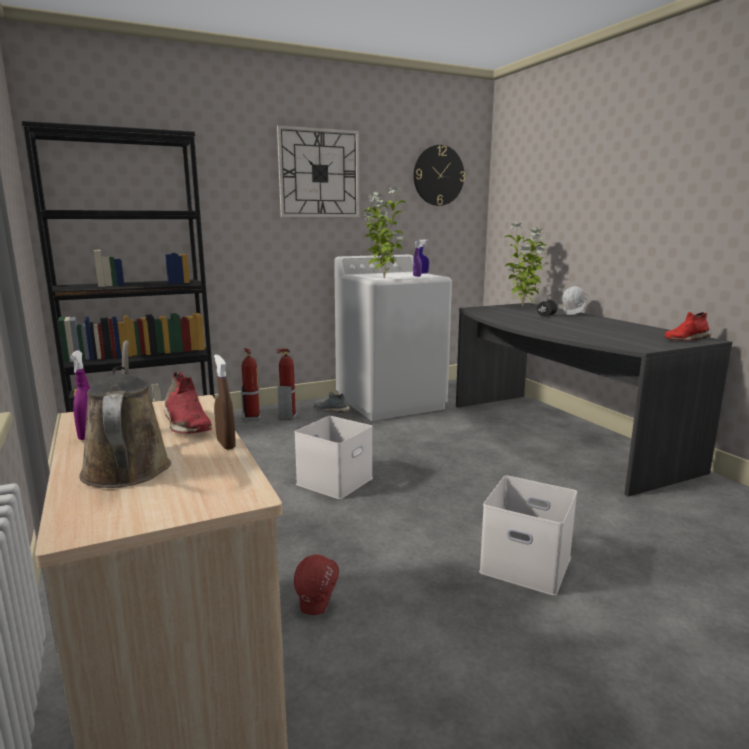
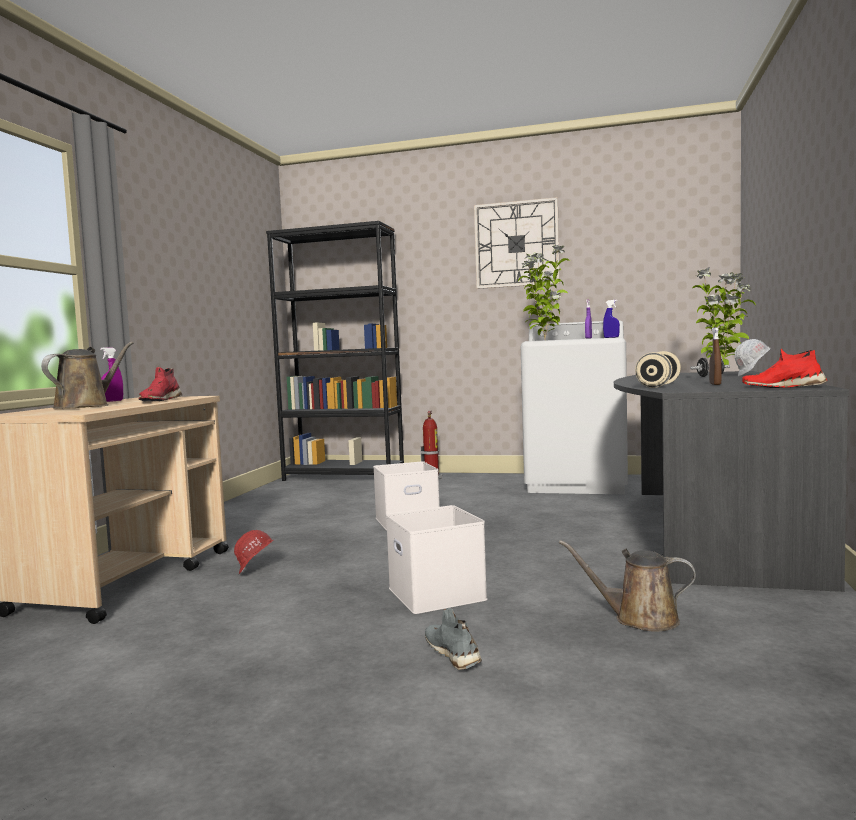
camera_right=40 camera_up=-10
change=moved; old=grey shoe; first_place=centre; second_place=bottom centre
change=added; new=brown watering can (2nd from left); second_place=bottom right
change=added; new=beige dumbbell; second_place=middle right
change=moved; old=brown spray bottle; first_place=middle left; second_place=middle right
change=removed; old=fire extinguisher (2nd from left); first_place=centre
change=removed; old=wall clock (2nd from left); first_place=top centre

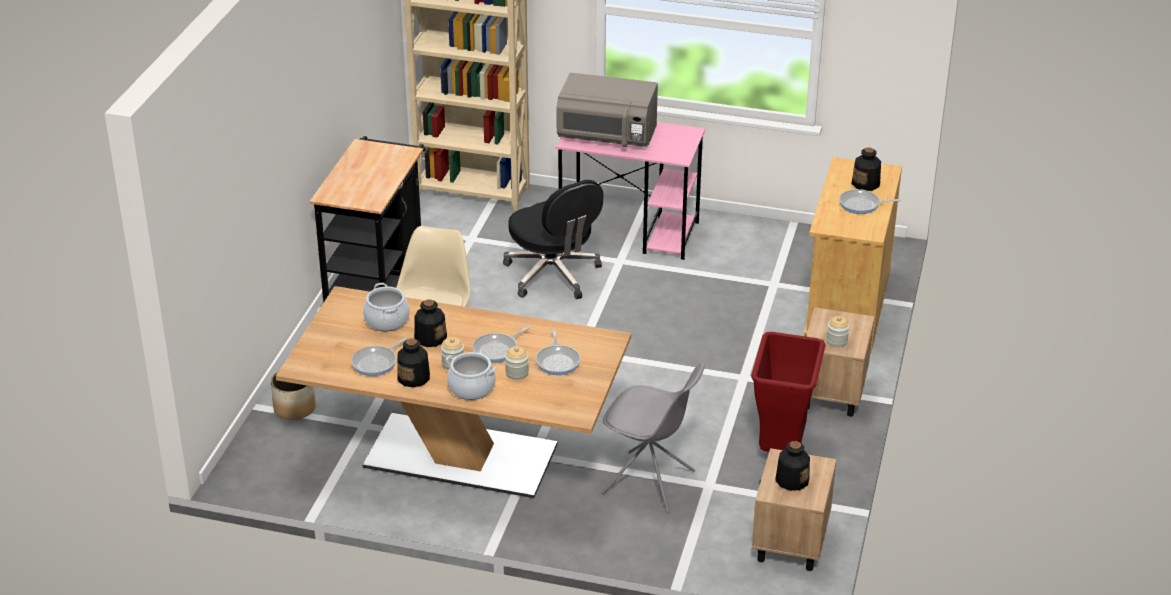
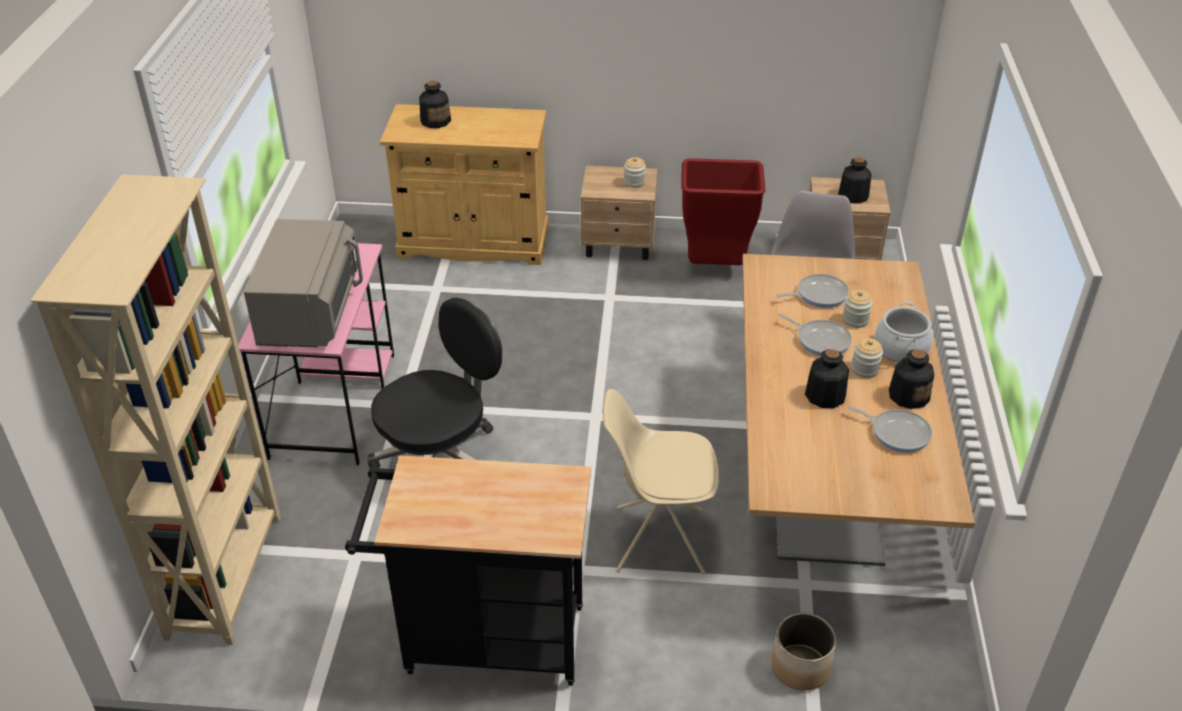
camera_right=-100 camera_up=5
change=removed; old=cooking pot (1st from left); first_place=middle left
change=removed; old=frying pan (4th from left); first_place=middle right

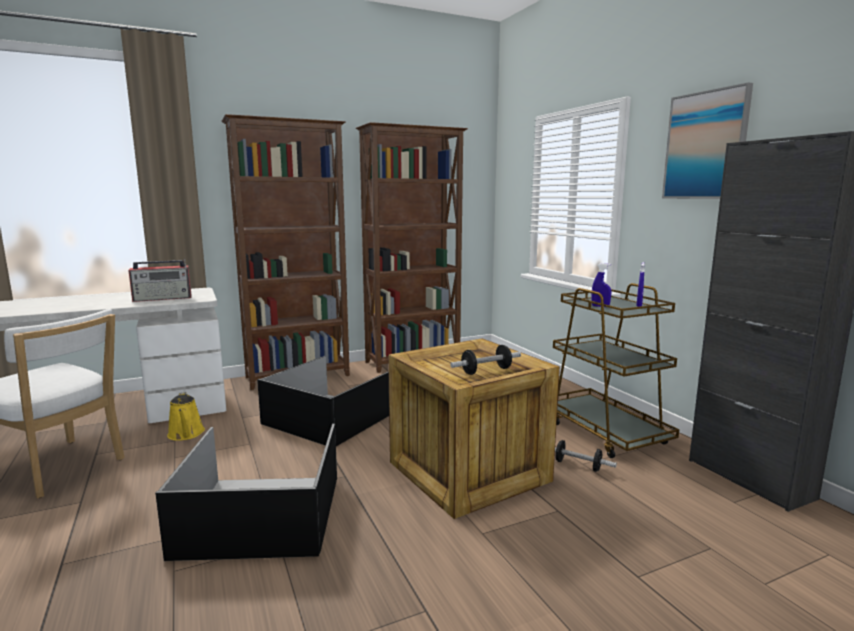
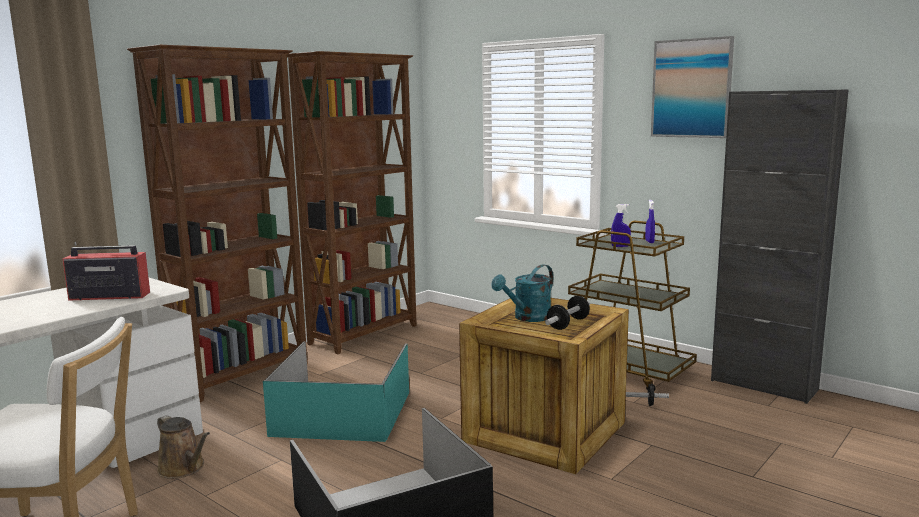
camera_right=-25 camera_up=0
change=turned; old=radio; first_place=middle left; second_place=middle left; degrees=-135
change=recoloured; old=yellow watering can; new=brown watering can; first_place=middle left; second_place=bottom left
change=recoloured; old=black storage box (2nd from left); new=turquoise storage box; first_place=centre; second_place=bottom centre
change=added; new=turquoise watering can; second_place=centre

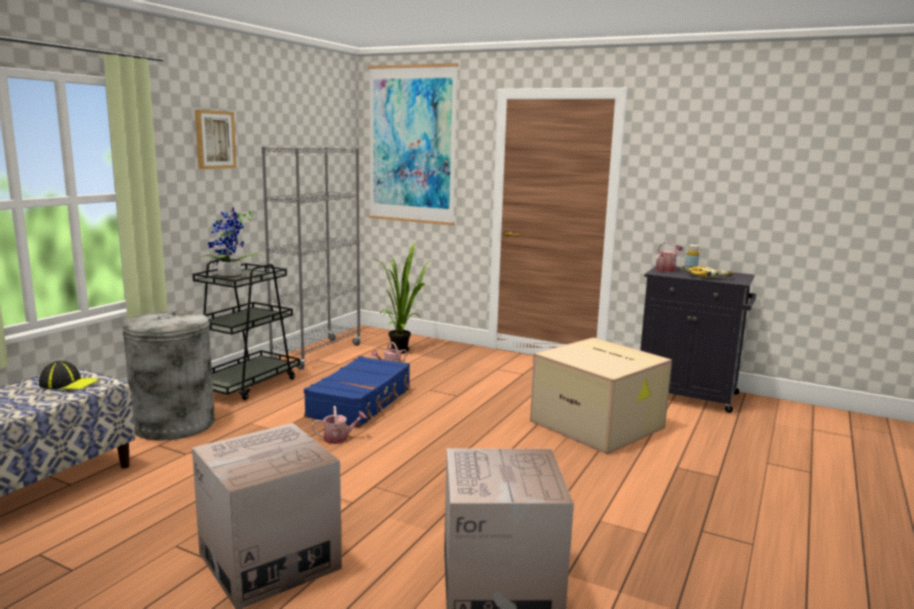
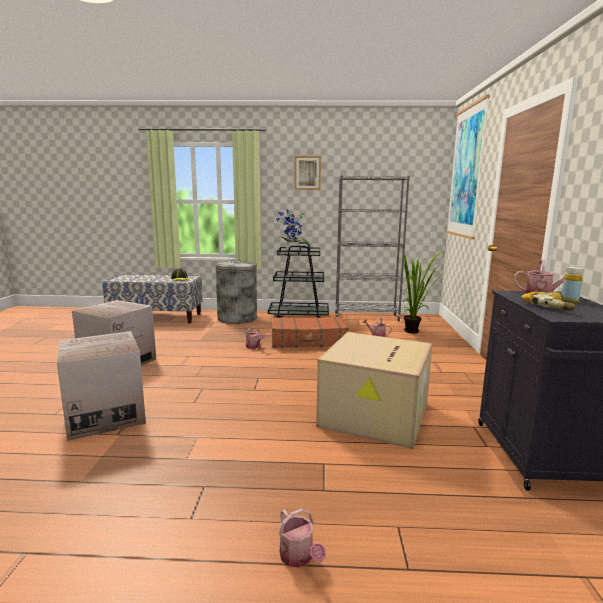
camera_right=65 camera_up=0
change=recoloured; old=blue suitcase; new=brown suitcase; first_place=centre; second_place=centre
change=added; new=watering can (2nd from left); second_place=bottom centre

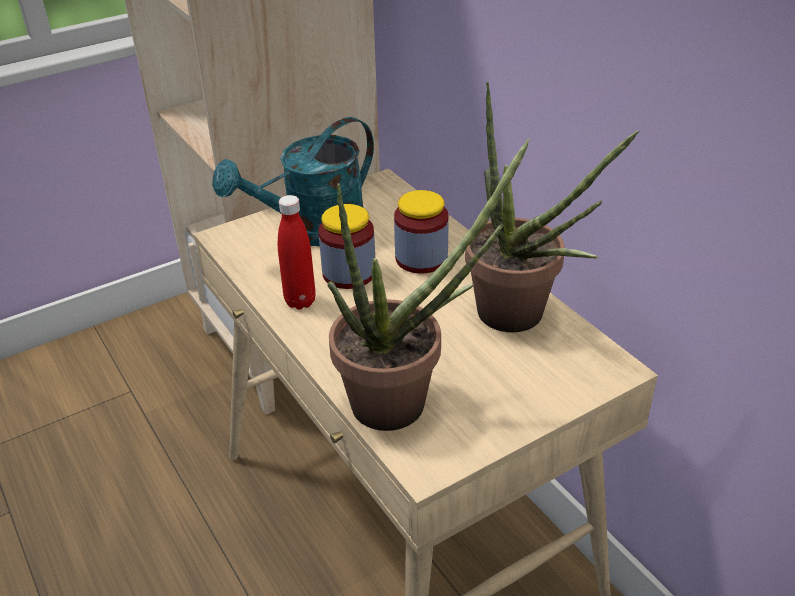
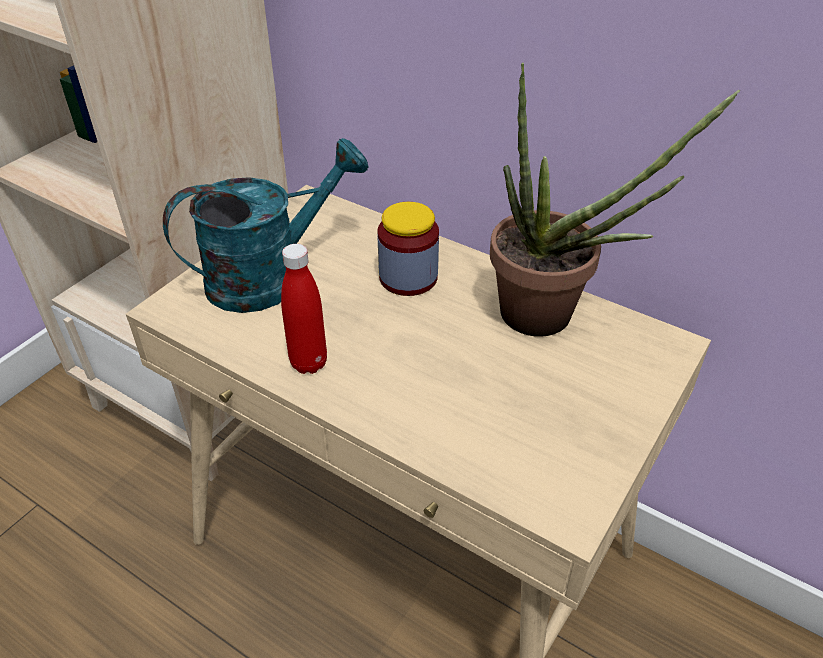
camera_right=-25 camera_up=5
change=turned; old=turquoise watering can; first_place=top centre; second_place=middle left; degrees=-150
change=removed; old=jar (1st from left); first_place=centre
change=removed; old=potted plant (1st from left); first_place=centre

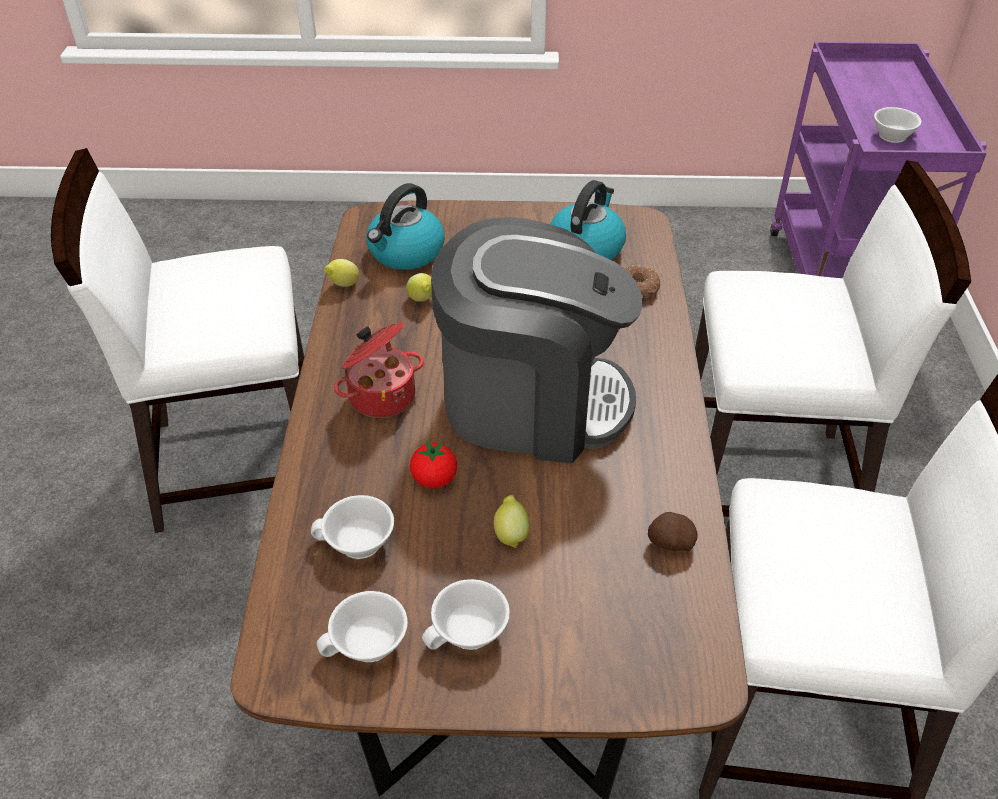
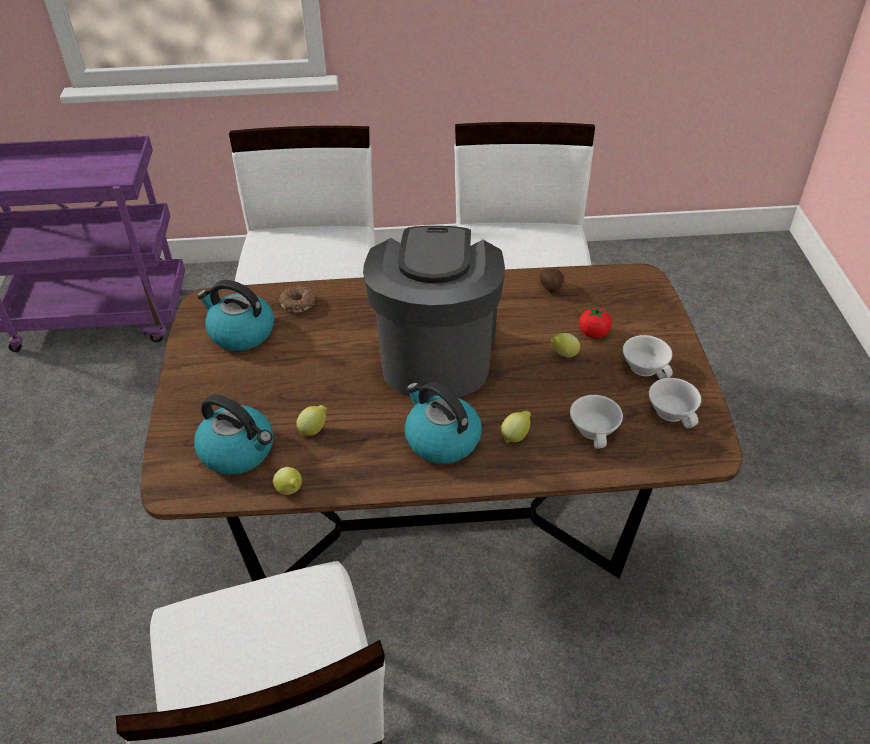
camera_right=-95 camera_up=0
change=replaced; old=cooking pot; new=kettle (3rd from left); first_place=centre; second_place=centre
change=added; new=lemon (3rd from left); second_place=centre
change=moved; old=tomato; first_place=centre; second_place=middle right
change=removed; old=white cup (4th from left); first_place=top right

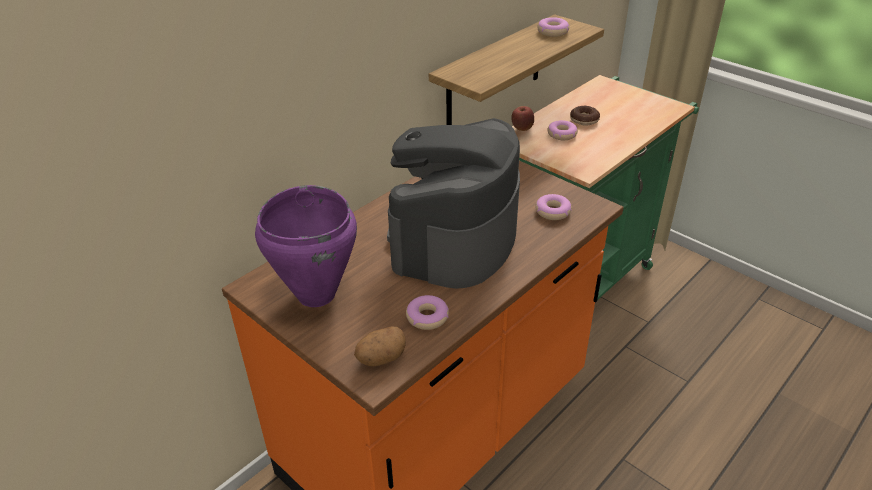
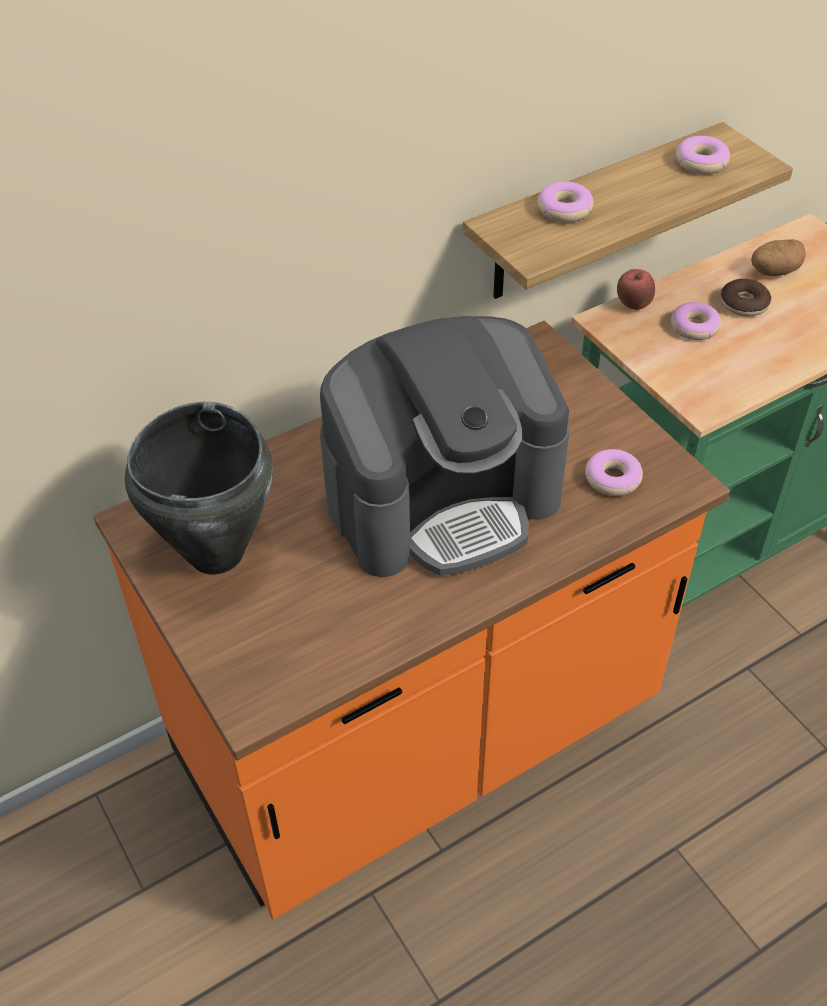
camera_right=15 camera_up=10
change=recoloured; old=purple cooking pot; new=black cooking pot; first_place=centre; second_place=middle left
change=turned; old=coffee machine; first_place=centre; second_place=centre; degrees=-150
change=moved; old=donut (1st from left); first_place=centre; second_place=top right
change=moved; old=potato; first_place=bottom centre; second_place=top right

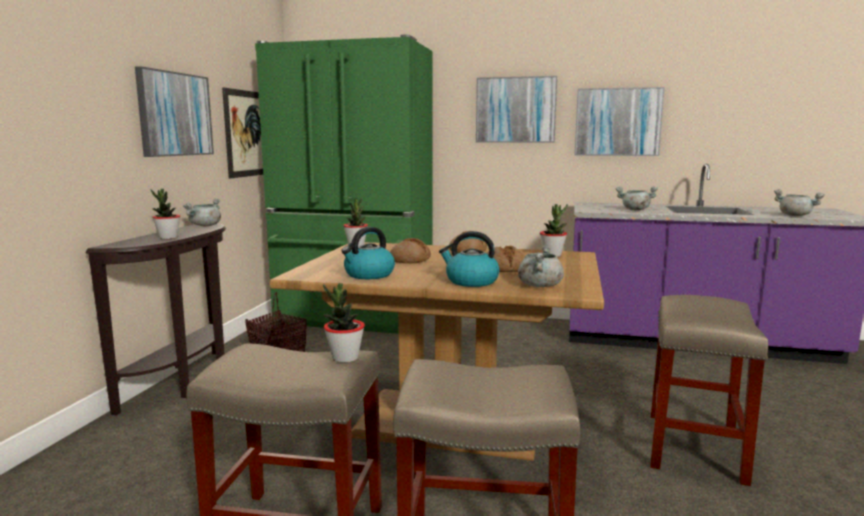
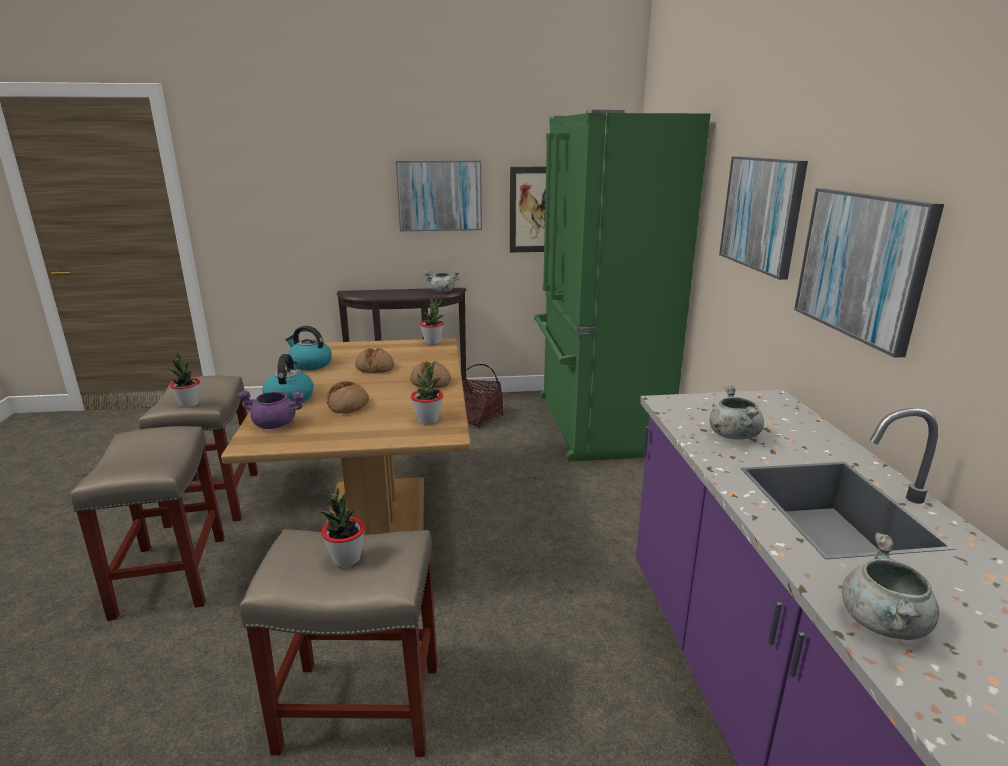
camera_right=70 camera_up=10
change=recoloured; old=grey cooking pot (2nd from left); new=purple cooking pot; first_place=centre; second_place=middle left
change=moved; old=potted plant (1st from left in the first image); new=potted plant (2nd from left); first_place=middle left; second_place=bottom centre

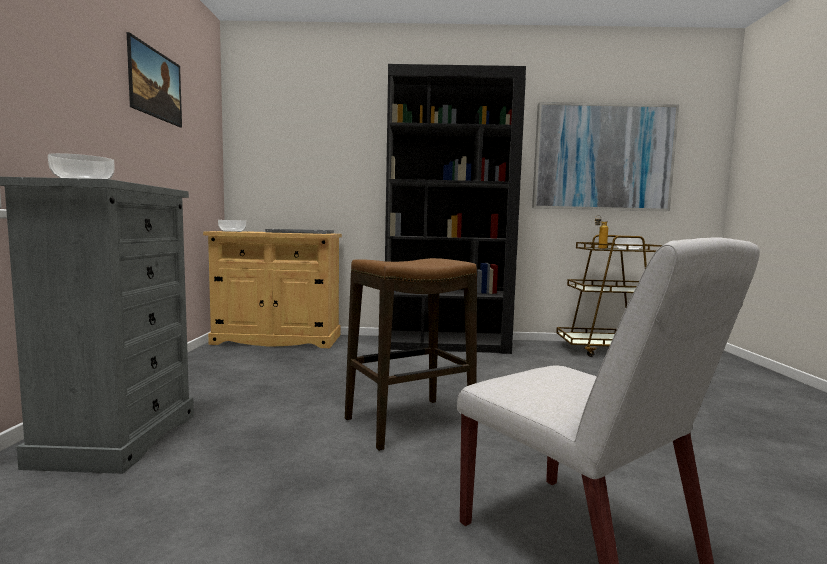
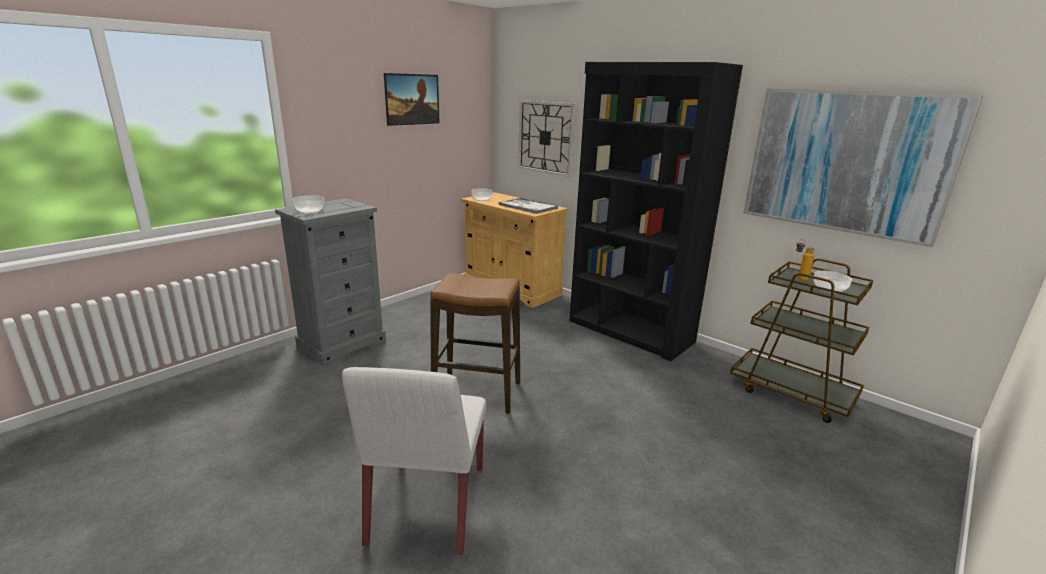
camera_right=40 camera_up=15
change=added; new=wall clock; second_place=top centre

